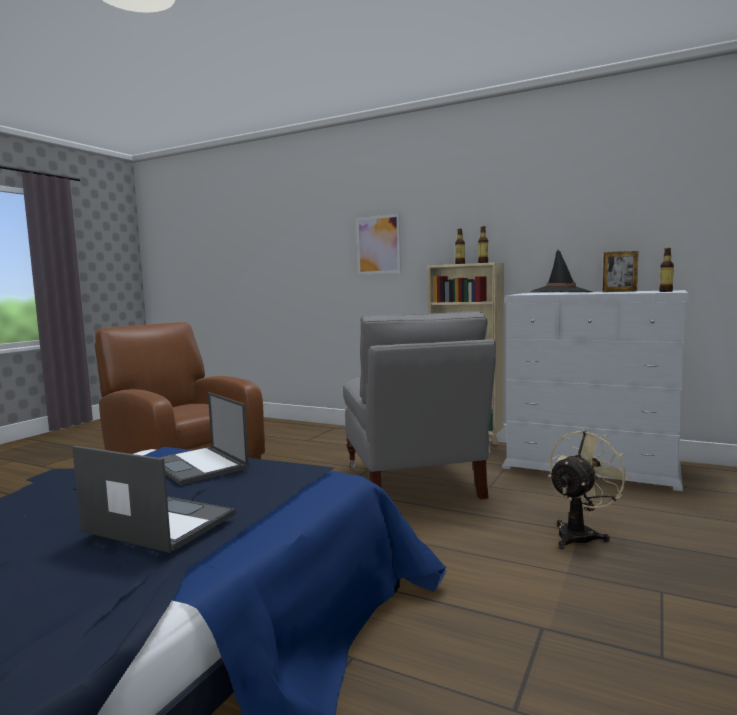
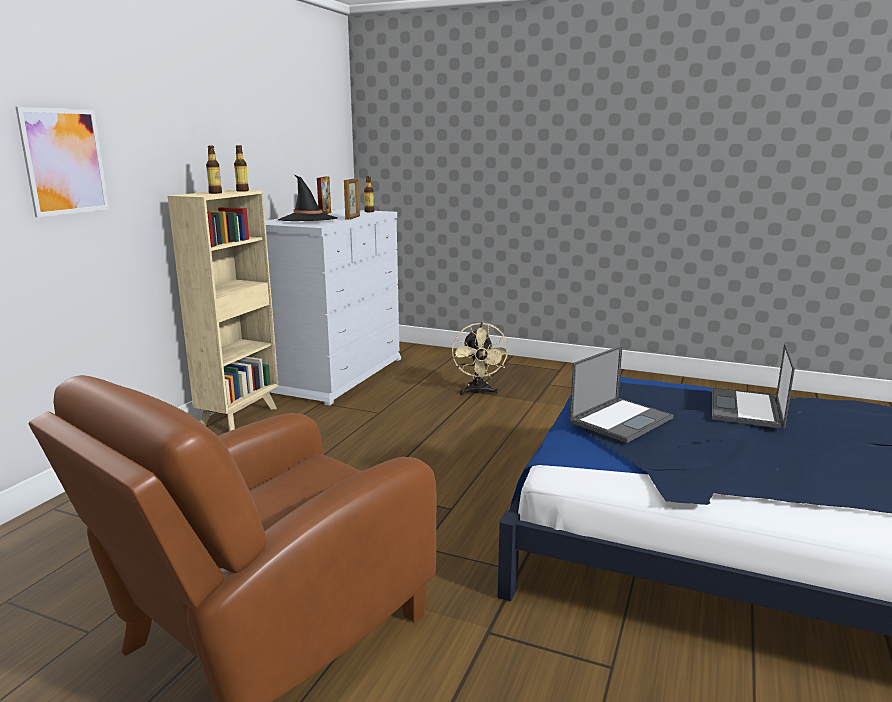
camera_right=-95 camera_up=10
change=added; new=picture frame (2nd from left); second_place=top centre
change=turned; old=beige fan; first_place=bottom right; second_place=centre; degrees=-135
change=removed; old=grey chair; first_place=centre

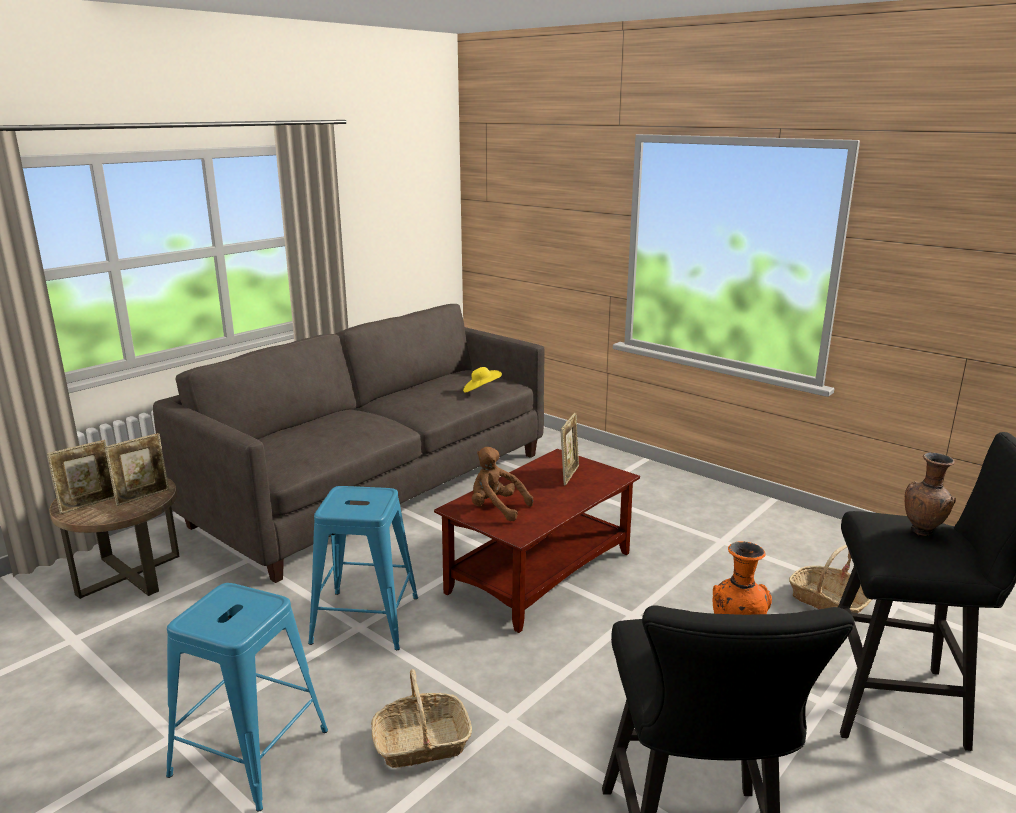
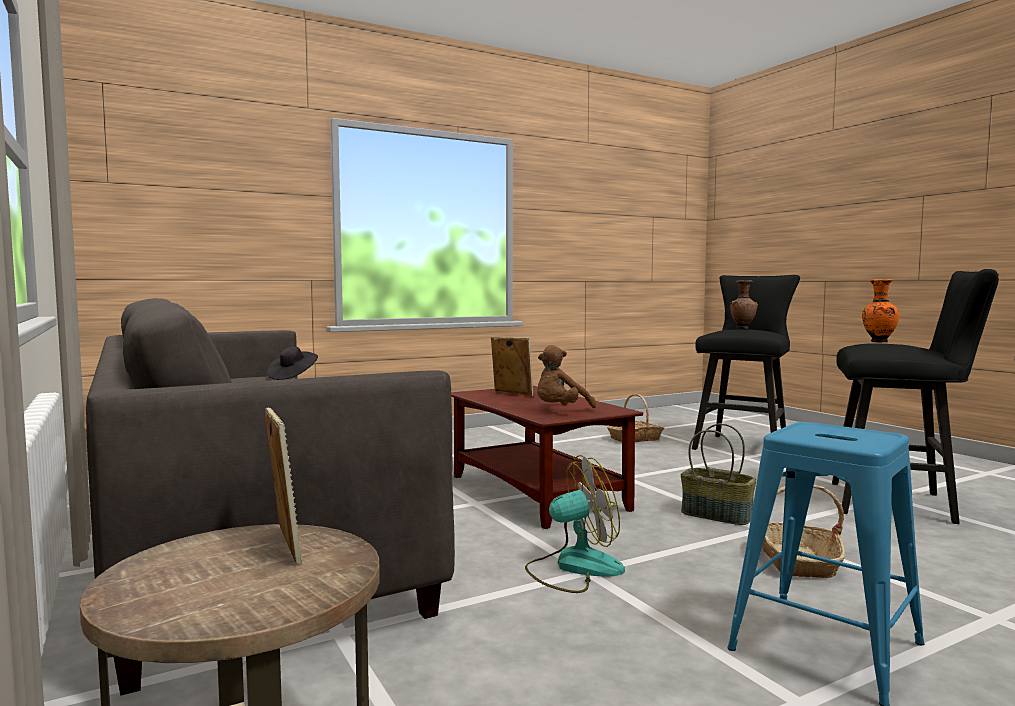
camera_right=-70 camera_up=-15
change=recoloured; old=yellow hat; new=black hat; first_place=centre; second_place=middle left
change=replaced; old=blue stool (2nd from left); new=fan; first_place=bottom centre; second_place=bottom centre
change=added; new=basket (2nd from left); second_place=bottom right
change=removed; old=picture frame (1st from left); first_place=middle left

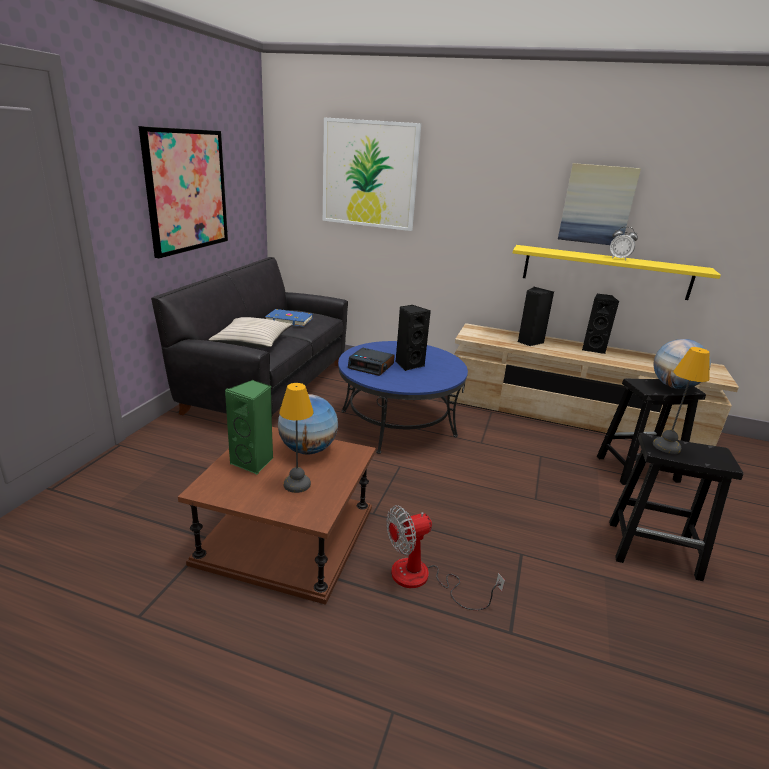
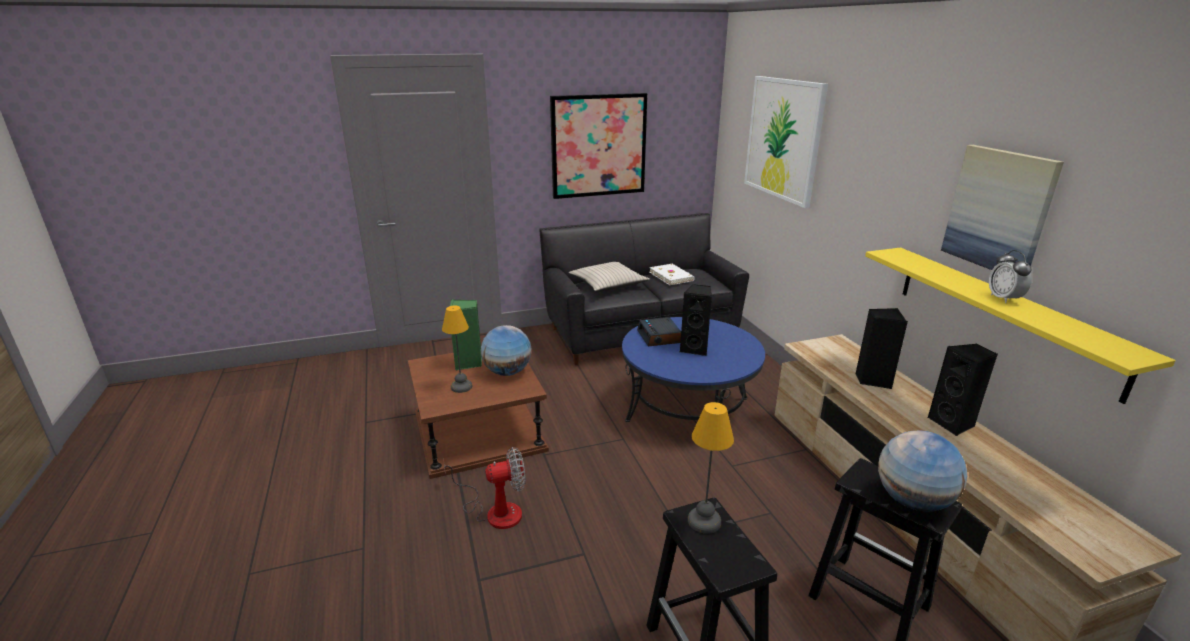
camera_right=55 camera_up=0
change=turned; old=fan; first_place=bottom centre; second_place=bottom centre; degrees=135
change=recoloured; old=blue book; new=white book; first_place=centre; second_place=centre

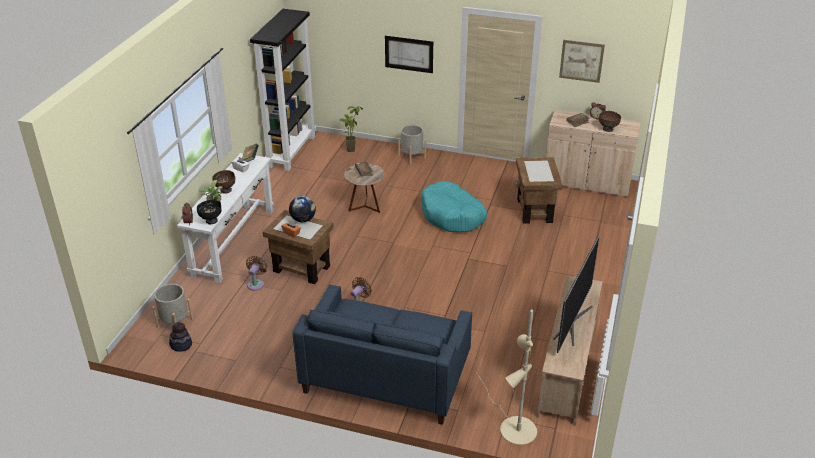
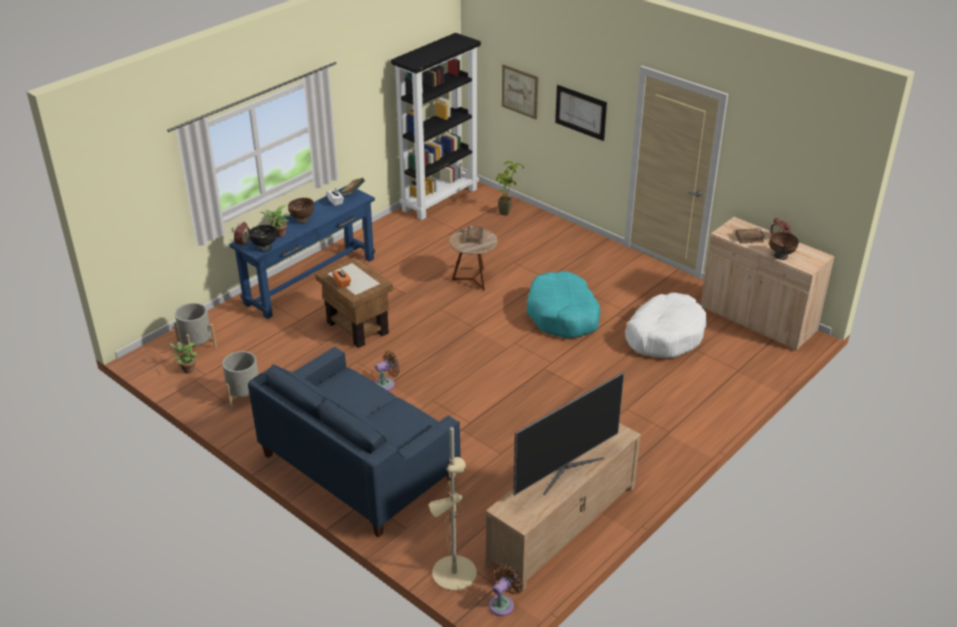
camera_right=25 camera_up=0
change=replaced; old=hat; new=potted plant (1st from left); first_place=bottom left; second_place=middle left
change=moved; old=grey planter (2nd from left); first_place=top centre; second_place=middle left
change=recoloured; old=white console table; new=blue console table; first_place=middle left; second_place=middle left
change=moved; old=brown fan (1st from left in the first image); new=brown fan (2nd from left); first_place=middle left; second_place=bottom centre
change=moved; old=picture (2nd from left in the first image); new=picture (1st from left); first_place=top right; second_place=top centre
change=replaced; old=brown side table (3rd from left); new=white dog bed; first_place=centre; second_place=middle right
change=removed; old=globe; first_place=centre

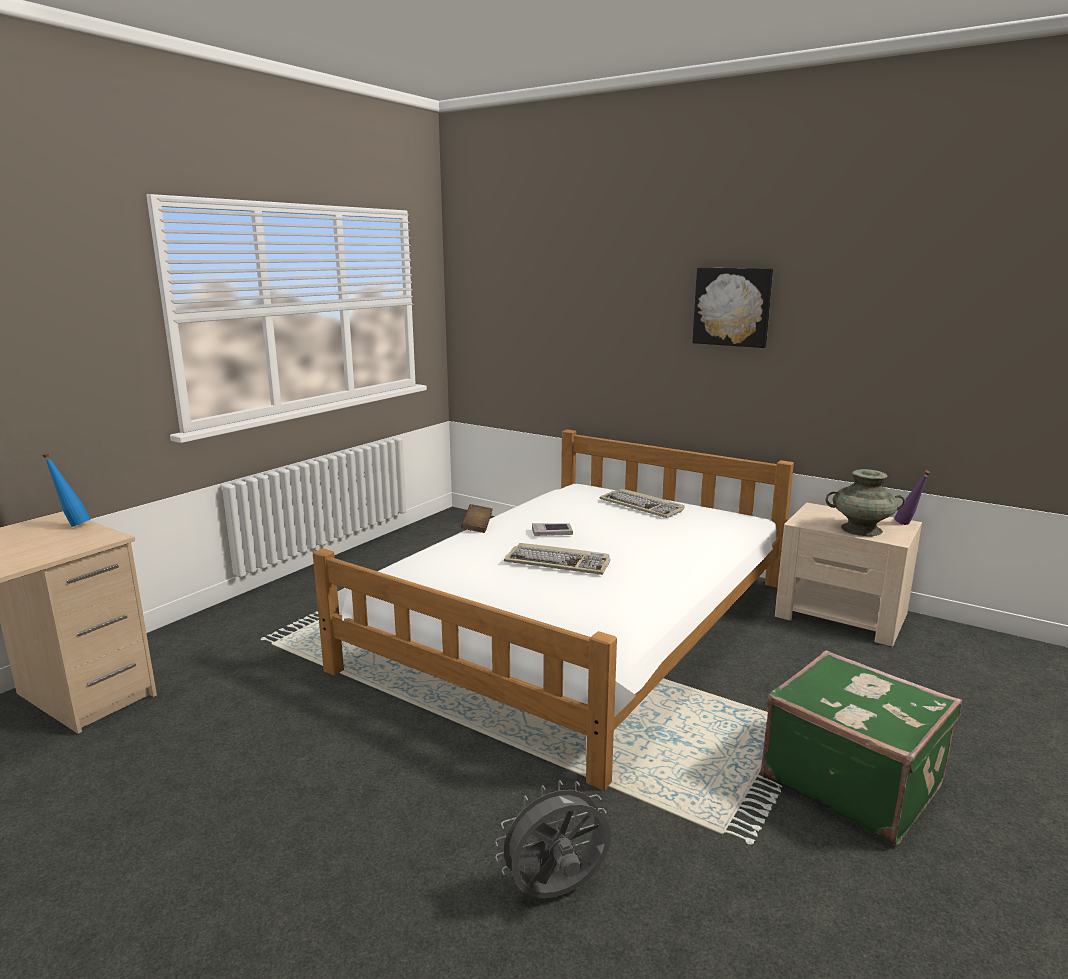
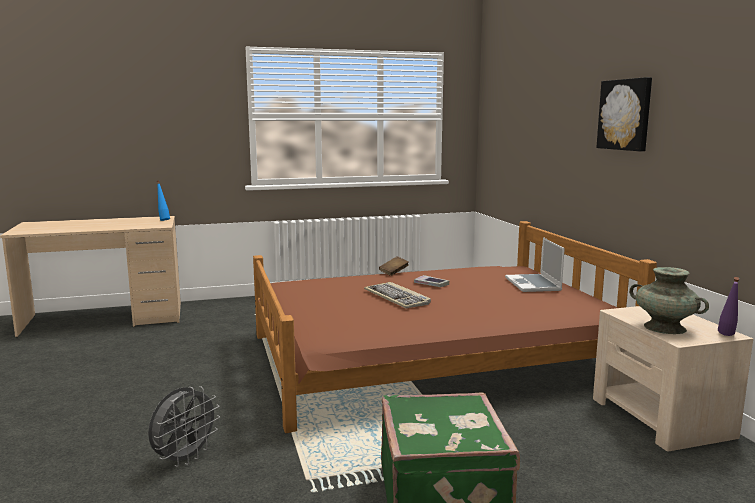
camera_right=40 camera_up=-5
change=turned; old=grey fan; first_place=bottom centre; second_place=bottom left; degrees=105
change=recoloured; old=white bed; new=brown bed; first_place=centre; second_place=centre
change=replaced; old=keyboard (2nd from left); new=laptop; first_place=centre; second_place=middle right

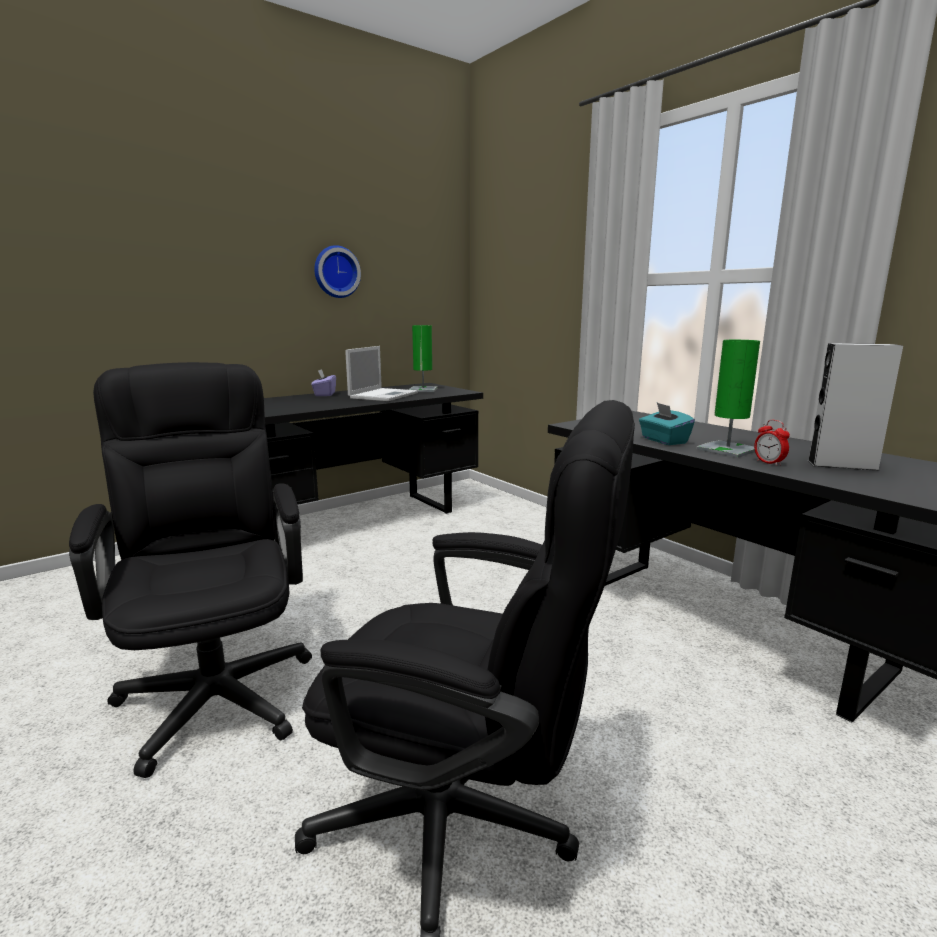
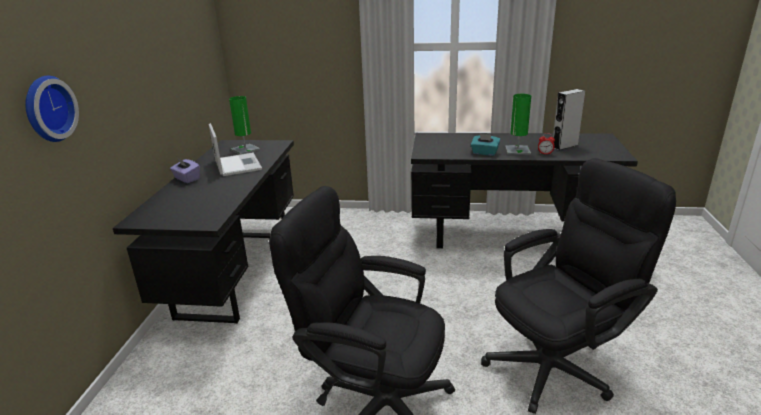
camera_right=-45 camera_up=10
change=moved; old=wall clock; first_place=top centre; second_place=top left

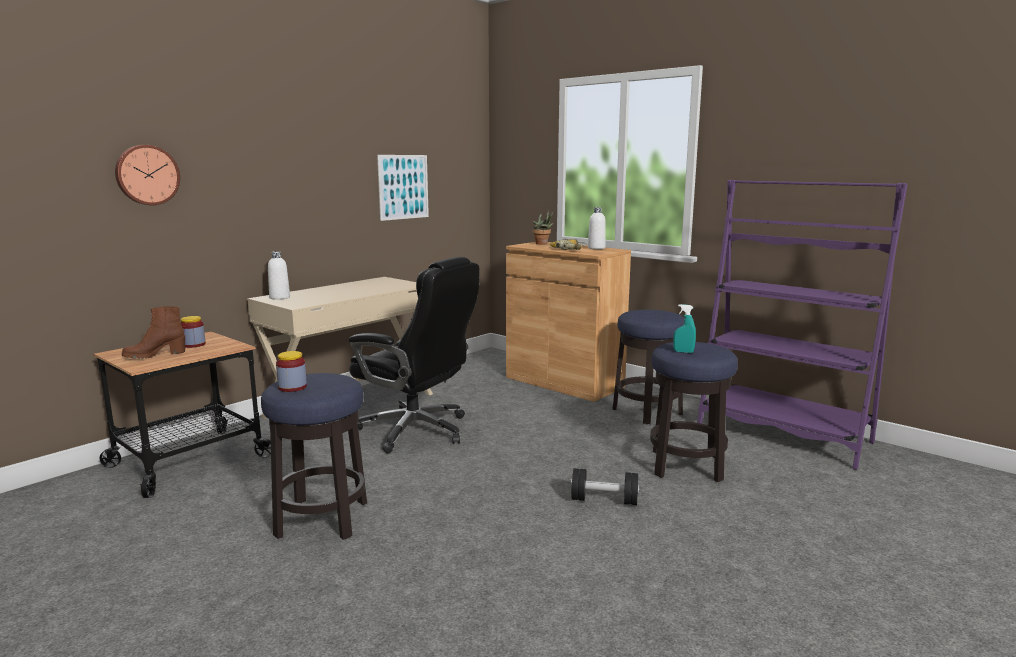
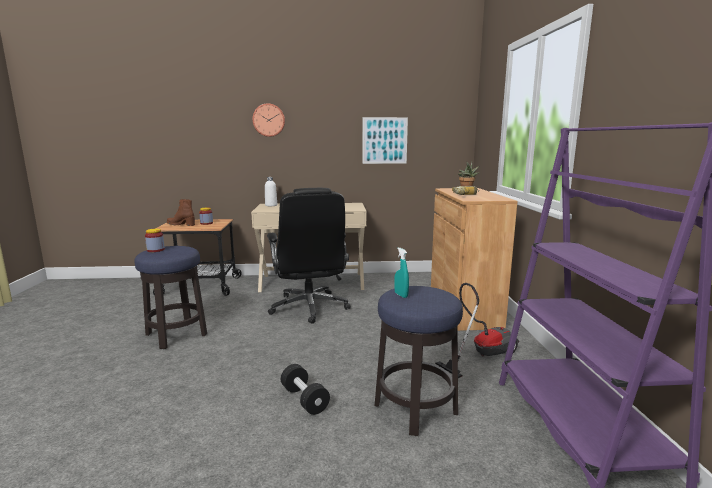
camera_right=45 camera_up=0
change=moved; old=wall clock; first_place=top left; second_place=top centre
change=replaced; old=stool (2nd from left); new=vacuum cleaner; first_place=centre; second_place=bottom right
change=removed; old=white bottle (2nd from left); first_place=centre

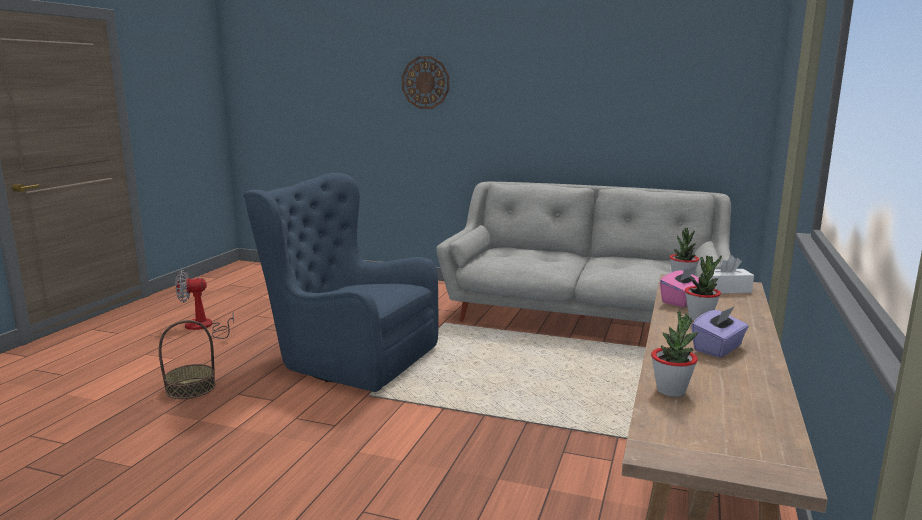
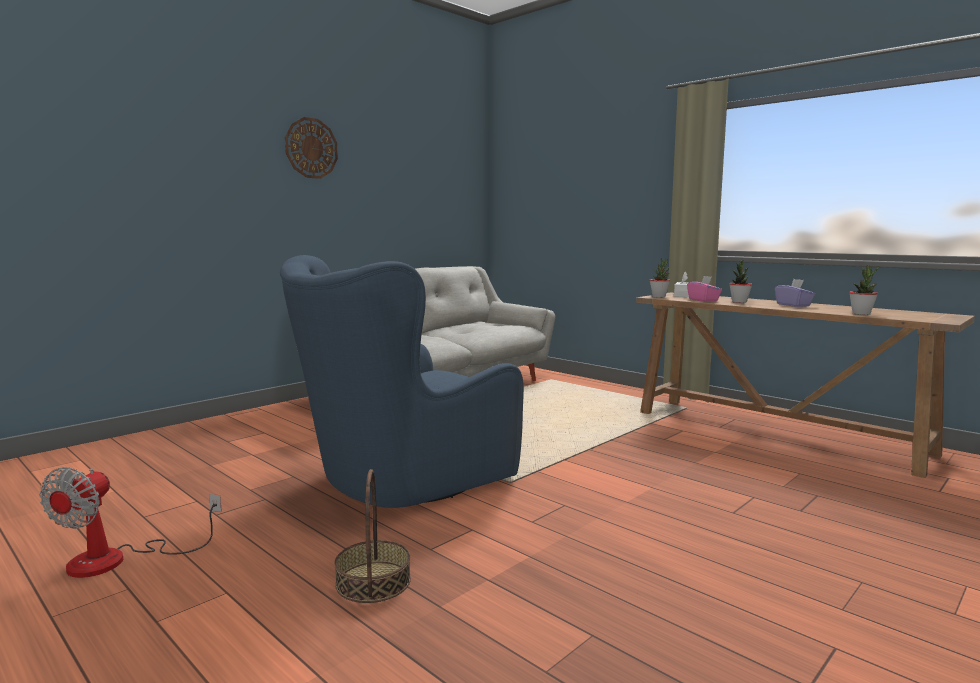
camera_right=-65 camera_up=-5
change=moved; old=wall clock; first_place=top centre; second_place=top left

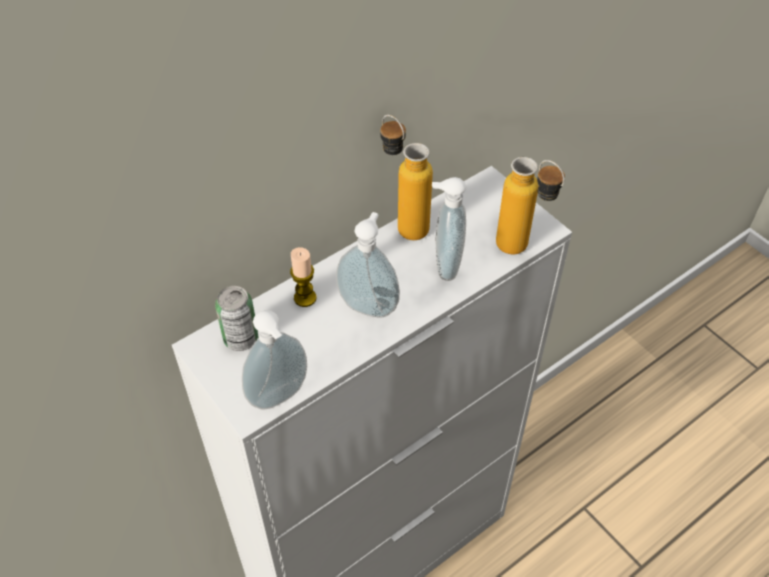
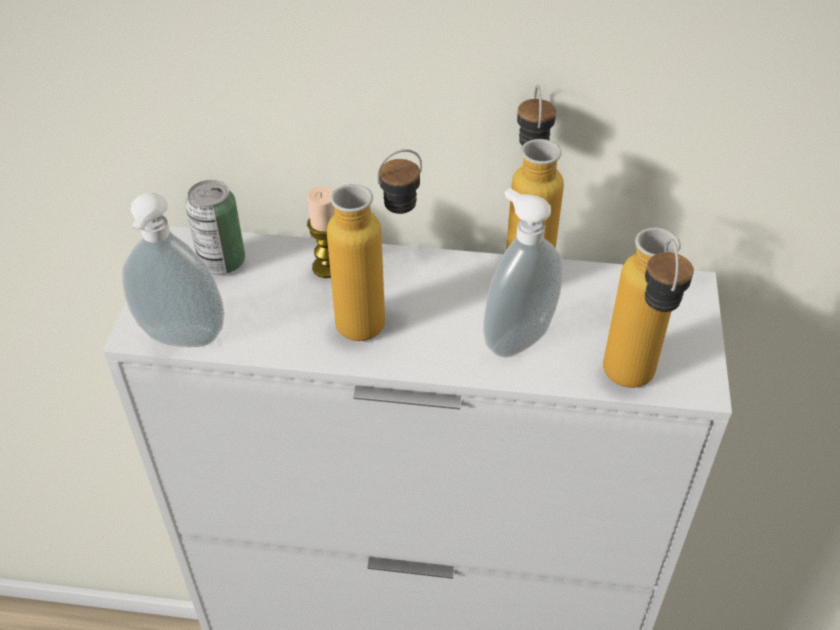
camera_right=45 camera_up=-5
change=replaced; old=soap dispenser (2nd from left); new=bottle (1st from left); first_place=centre; second_place=centre

